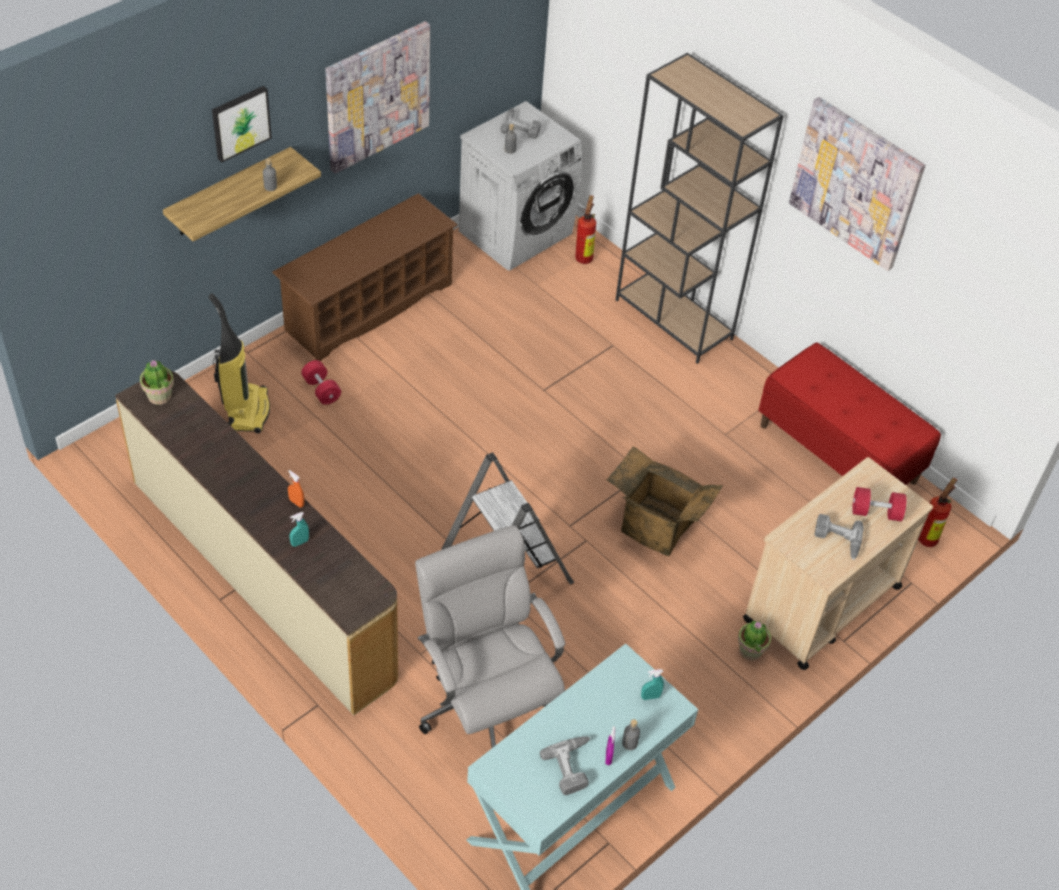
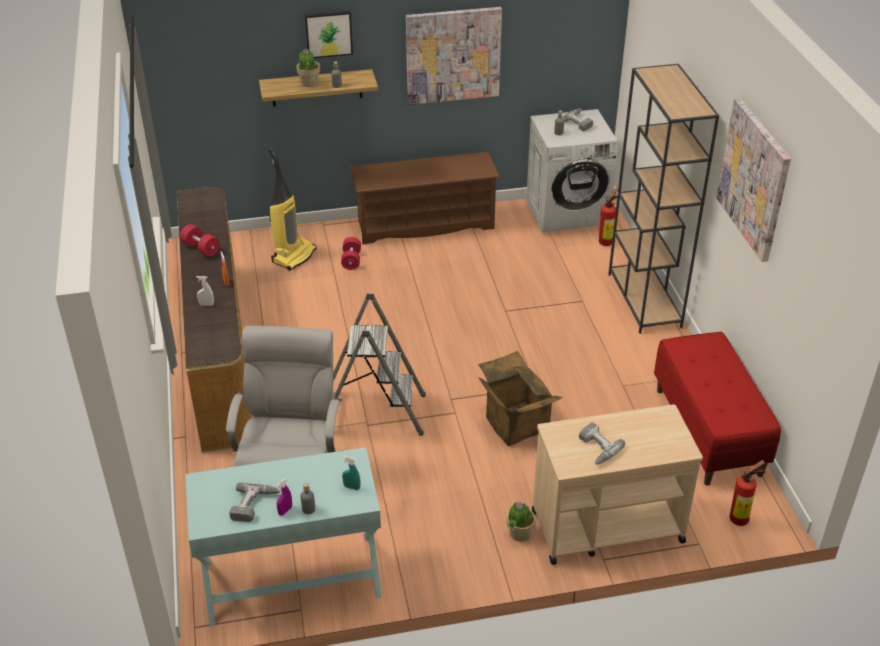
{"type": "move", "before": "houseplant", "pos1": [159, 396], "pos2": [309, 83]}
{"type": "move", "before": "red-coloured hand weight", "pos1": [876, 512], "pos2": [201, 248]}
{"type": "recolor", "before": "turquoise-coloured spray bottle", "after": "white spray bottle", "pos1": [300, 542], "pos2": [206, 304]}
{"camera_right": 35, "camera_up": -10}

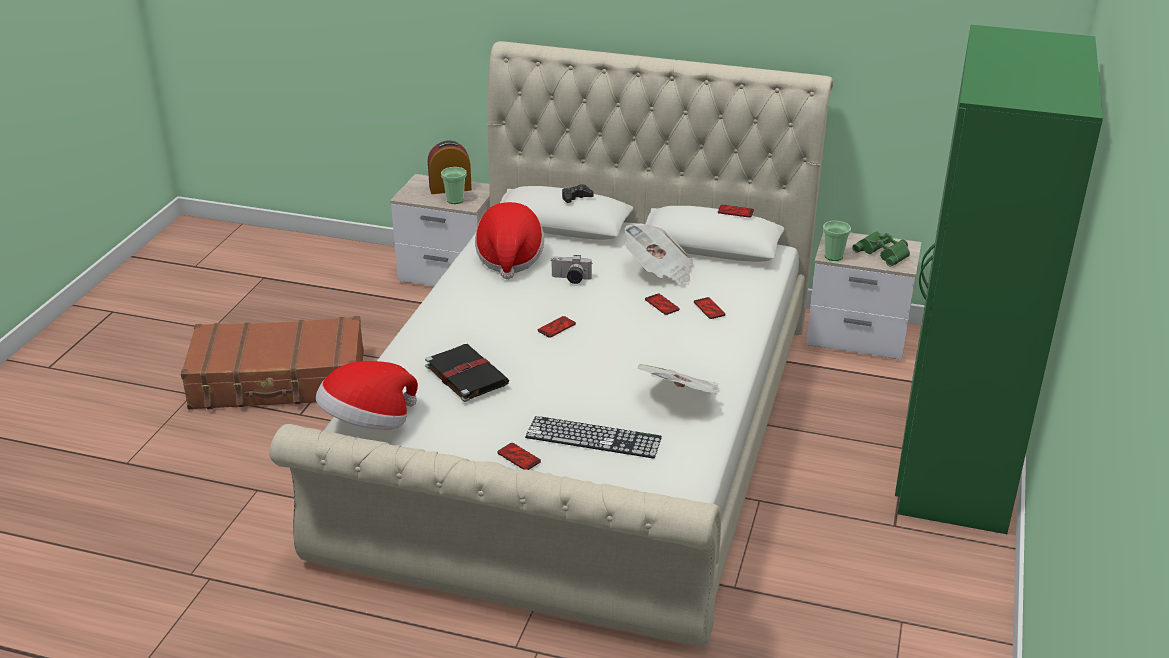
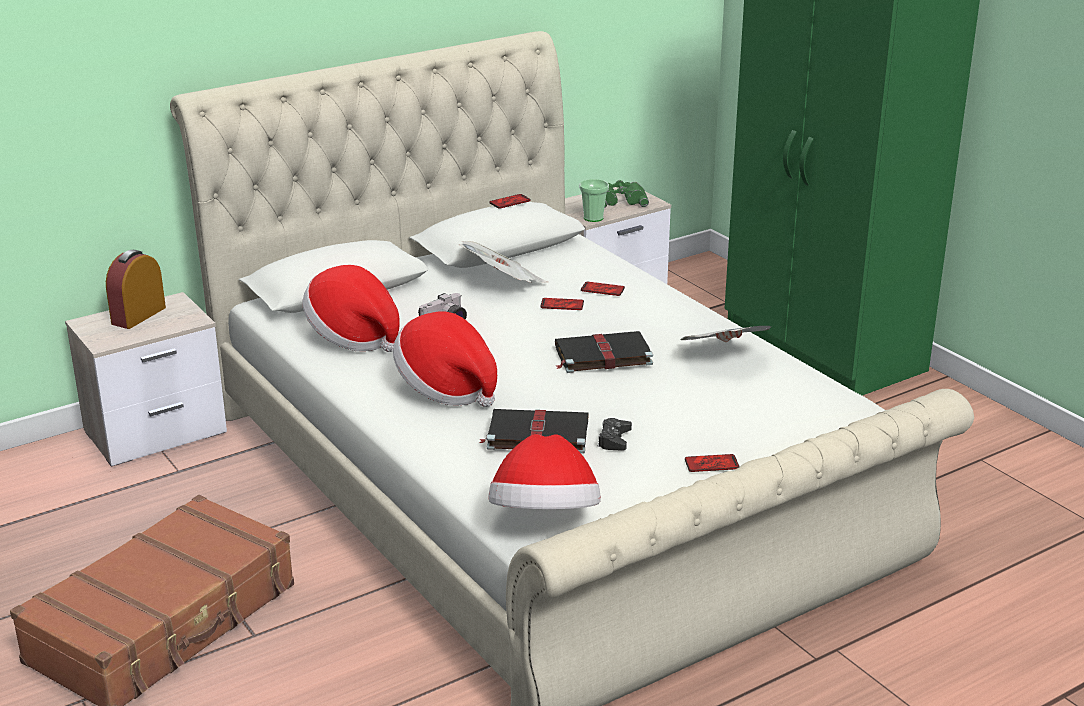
{"type": "delete", "before": "small cup", "pos1": [455, 200]}
{"type": "move", "before": "blackish gamepad", "pos1": [576, 197], "pos2": [614, 440]}
{"type": "delete", "before": "handset", "pos1": [556, 327]}
{"type": "delete", "before": "computer keyboard", "pos1": [593, 437]}
{"type": "insert", "after": "hat", "pos2": [446, 388]}
{"type": "insert", "after": "blackish volume", "pos2": [601, 355]}
{"camera_right": -50, "camera_up": -5}

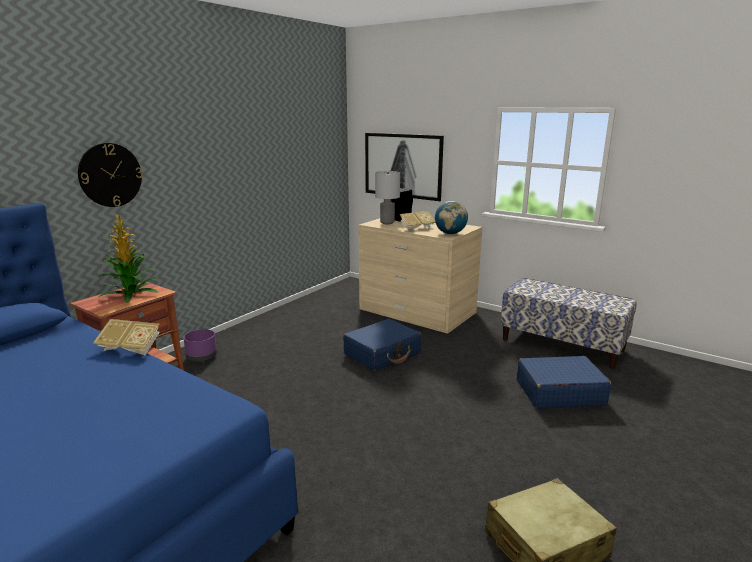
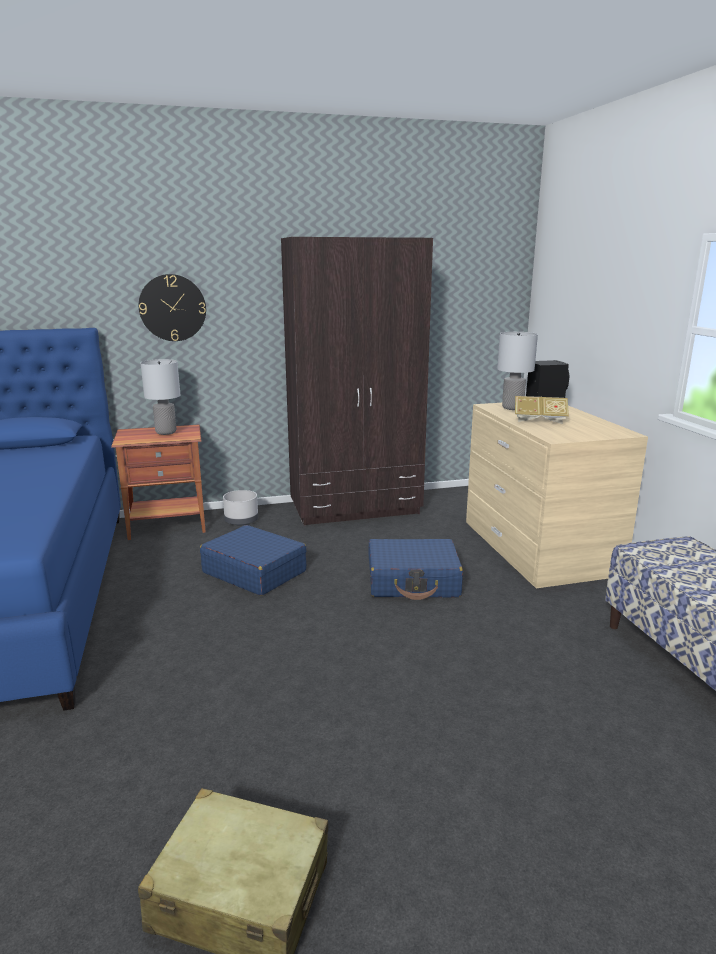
{"type": "delete", "before": "wall art", "pos1": [402, 165]}
{"type": "delete", "before": "world globe", "pos1": [450, 233]}
{"type": "replace", "before": "houseplant", "after": "grey tabletop lamp", "pos1": [132, 294], "pos2": [166, 433]}
{"type": "delete", "before": "volume", "pos1": [130, 348]}
{"type": "recolor", "before": "purple flower pot", "after": "grey flower pot", "pos1": [202, 356], "pos2": [242, 521]}
{"type": "move", "before": "blue-coloured piece of luggage", "pos1": [559, 392], "pos2": [254, 572]}
{"type": "insert", "after": "brownish clothes cupboard", "pos2": [356, 509]}
{"camera_right": 40, "camera_up": 0}

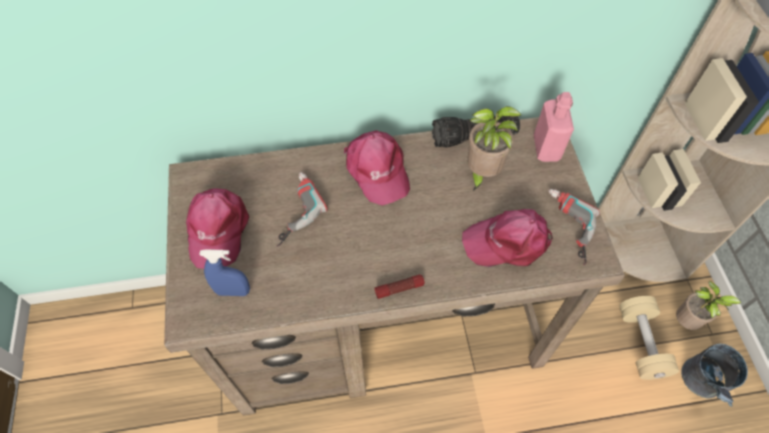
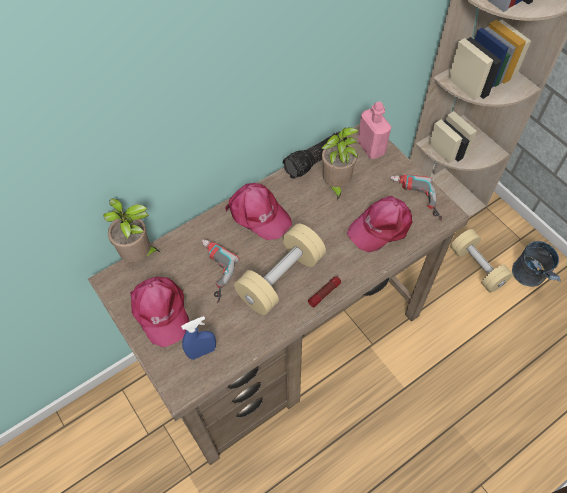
{"type": "move", "before": "houseplant", "pos1": [686, 322], "pos2": [140, 255]}
{"type": "insert", "after": "sand-coloured hand weight", "pos2": [281, 278]}
{"camera_right": -25, "camera_up": 0}

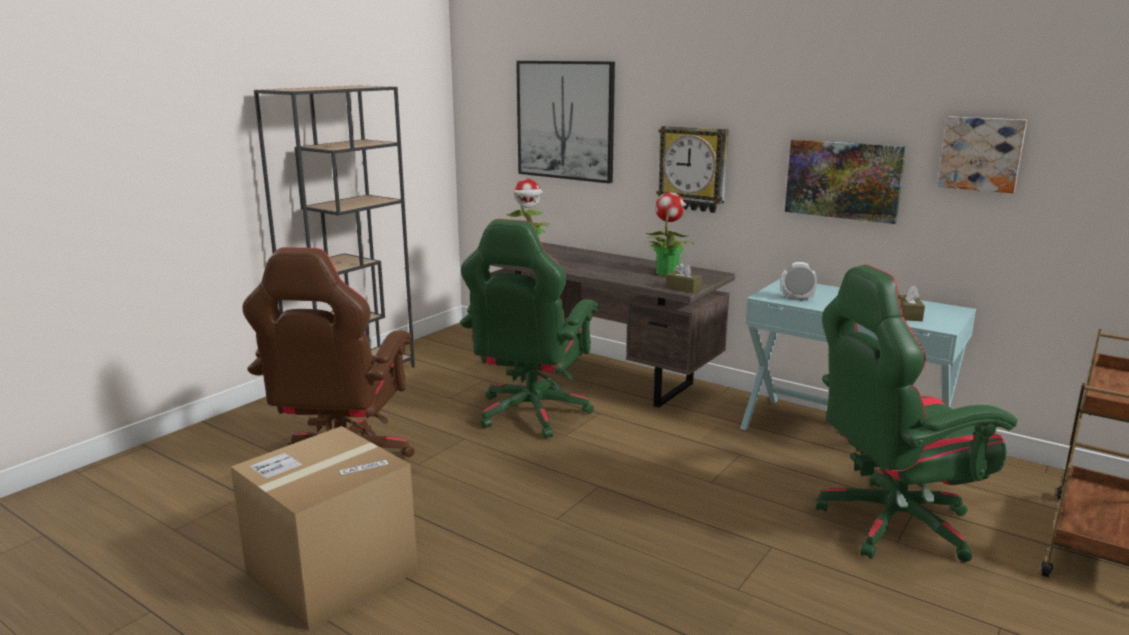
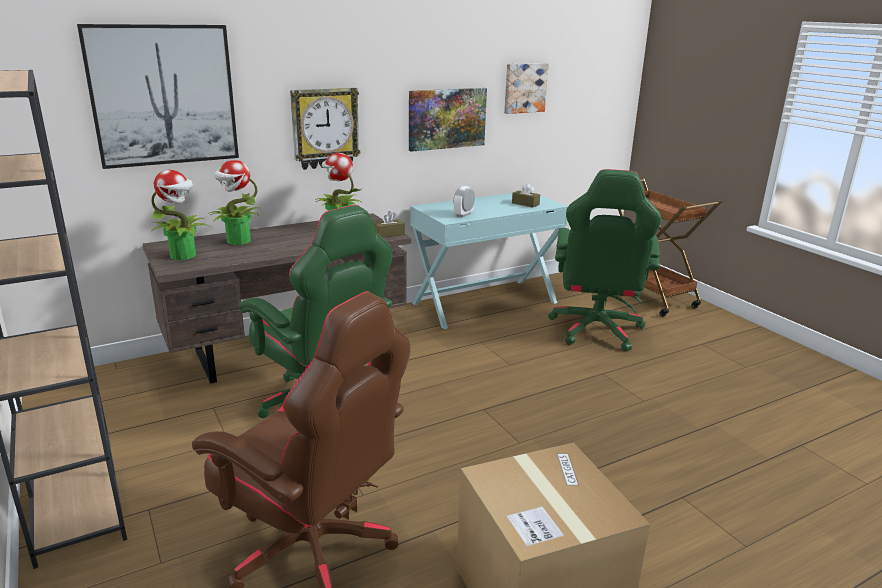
{"type": "insert", "after": "houseplant", "pos2": [238, 241]}
{"camera_right": -65, "camera_up": 5}

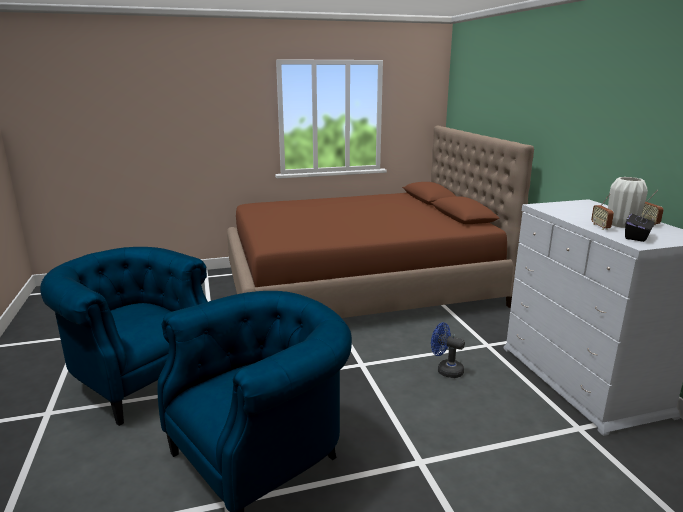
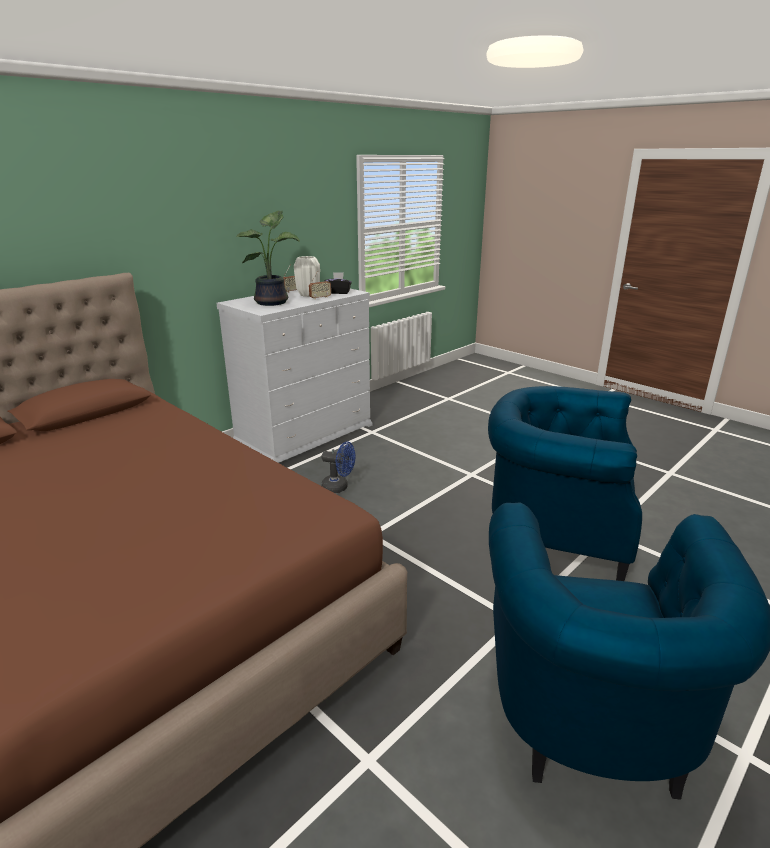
{"type": "rotate", "before": "blue-coloured cooling fan", "pos1": [445, 370], "pos2": [339, 487], "turn": -75}
{"type": "insert", "after": "houseplant", "pos2": [273, 302]}
{"camera_right": -120, "camera_up": 5}

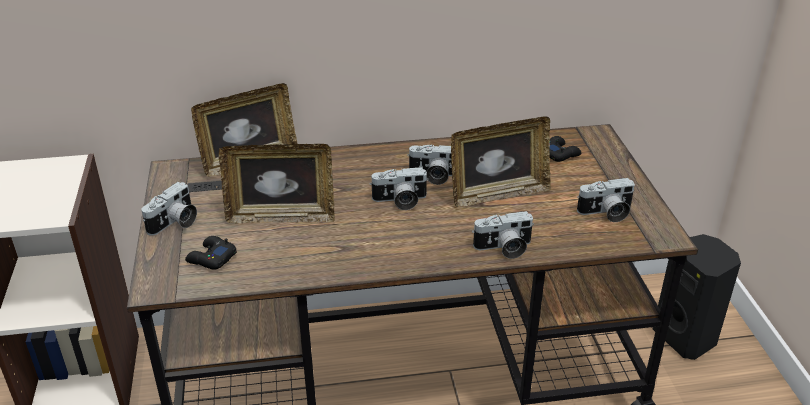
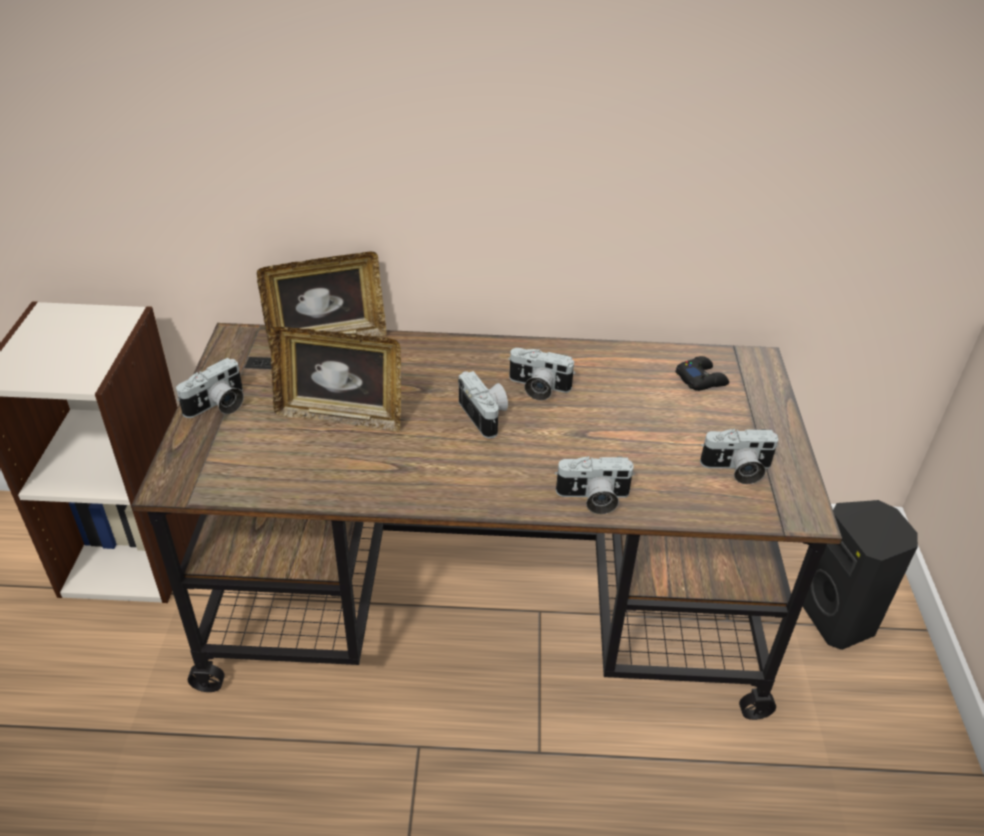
{"type": "delete", "before": "picture frame", "pos1": [498, 194]}
{"type": "rotate", "before": "photo camera", "pos1": [400, 201], "pos2": [486, 416], "turn": -120}
{"type": "delete", "before": "blackish gamepad", "pos1": [211, 258]}
{"camera_right": 10, "camera_up": 5}

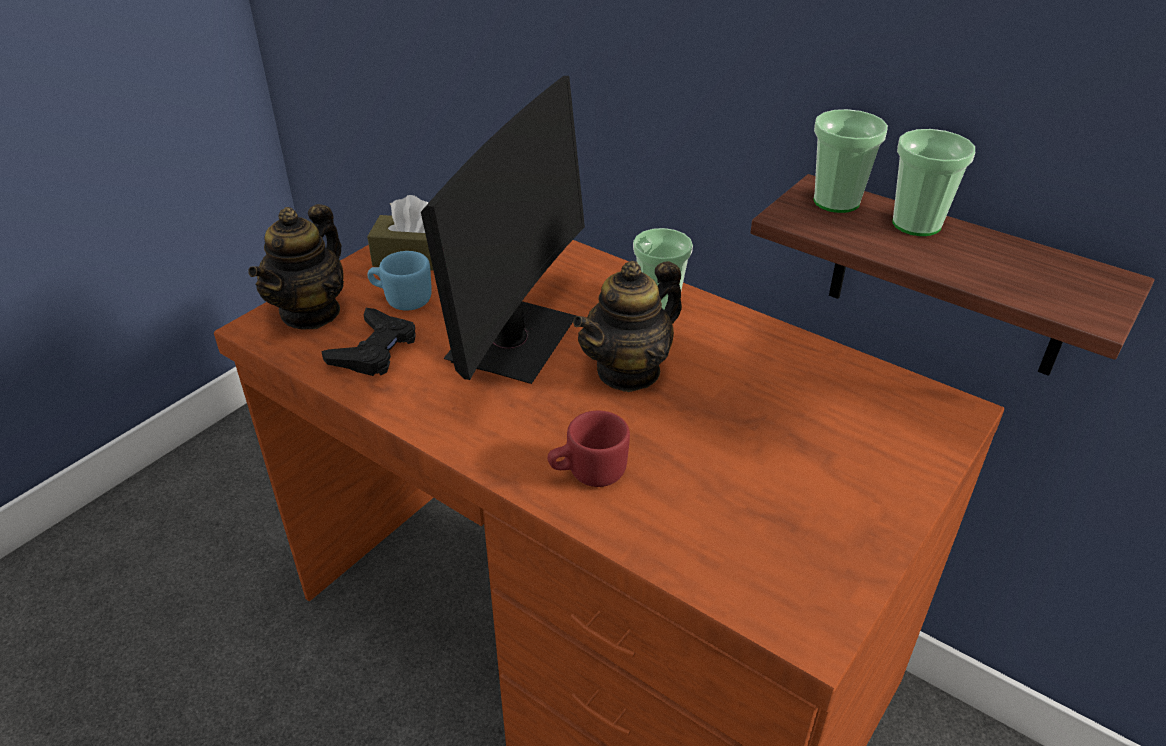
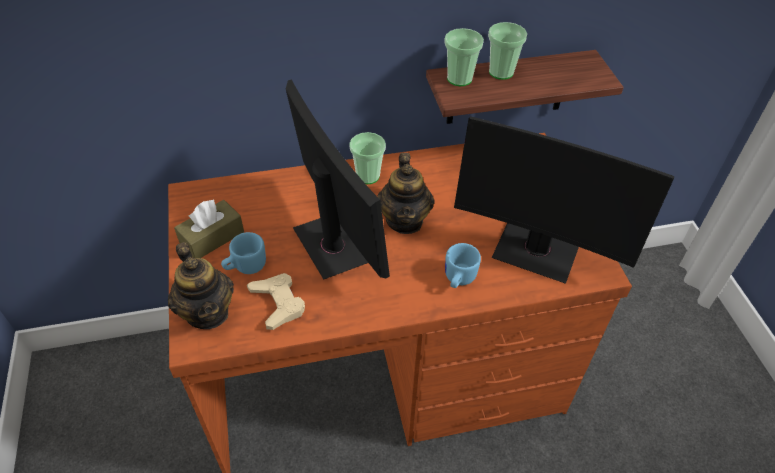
{"type": "recolor", "before": "blackish gamepad", "after": "sand-coloured gamepad", "pos1": [374, 350], "pos2": [278, 303]}
{"type": "recolor", "before": "red-coloured mug", "after": "blue-coloured mug", "pos1": [587, 473], "pos2": [458, 279]}
{"type": "insert", "after": "computer screen", "pos2": [536, 251]}
{"camera_right": -50, "camera_up": 10}

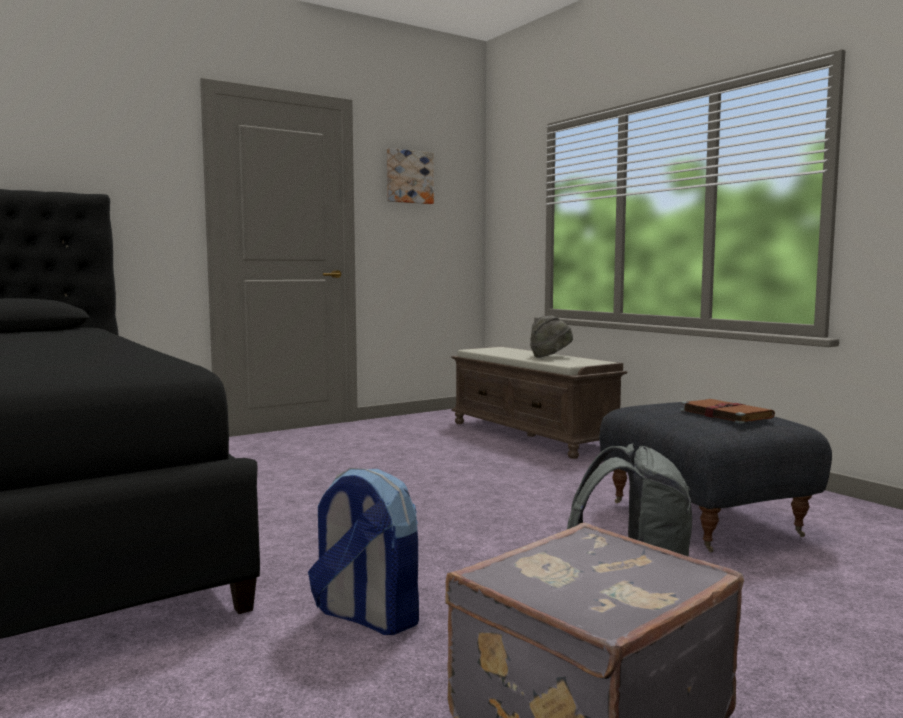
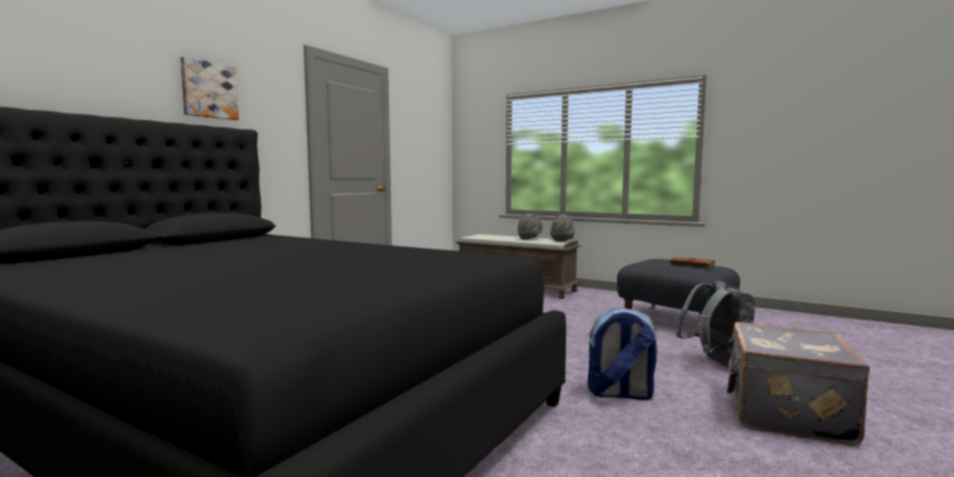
{"type": "move", "before": "wall art", "pos1": [409, 177], "pos2": [209, 90]}
{"type": "insert", "after": "grey hat", "pos2": [562, 240]}
{"camera_right": -25, "camera_up": 0}

